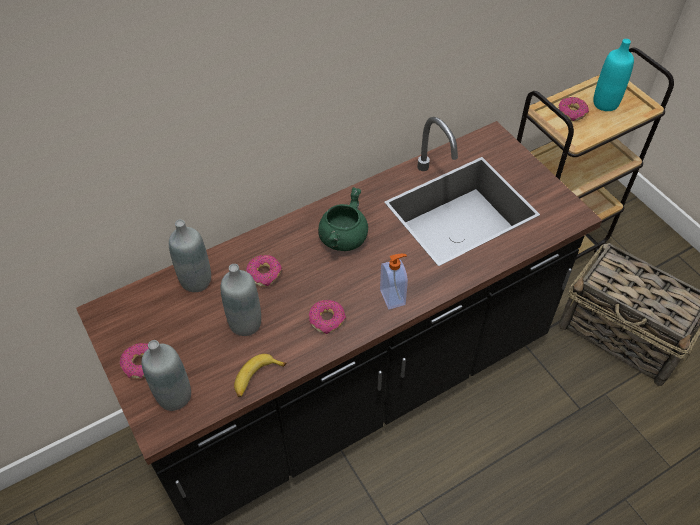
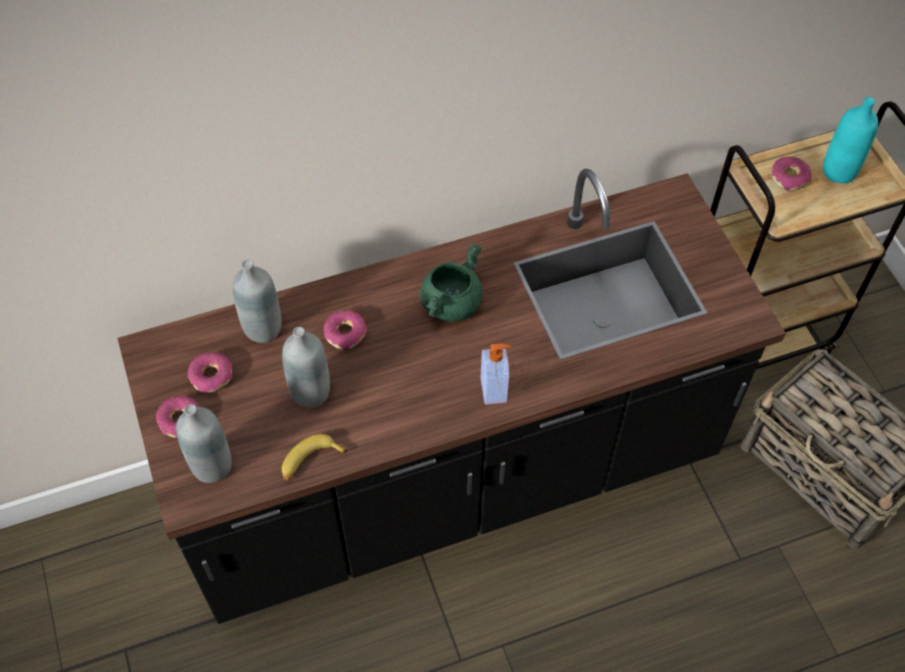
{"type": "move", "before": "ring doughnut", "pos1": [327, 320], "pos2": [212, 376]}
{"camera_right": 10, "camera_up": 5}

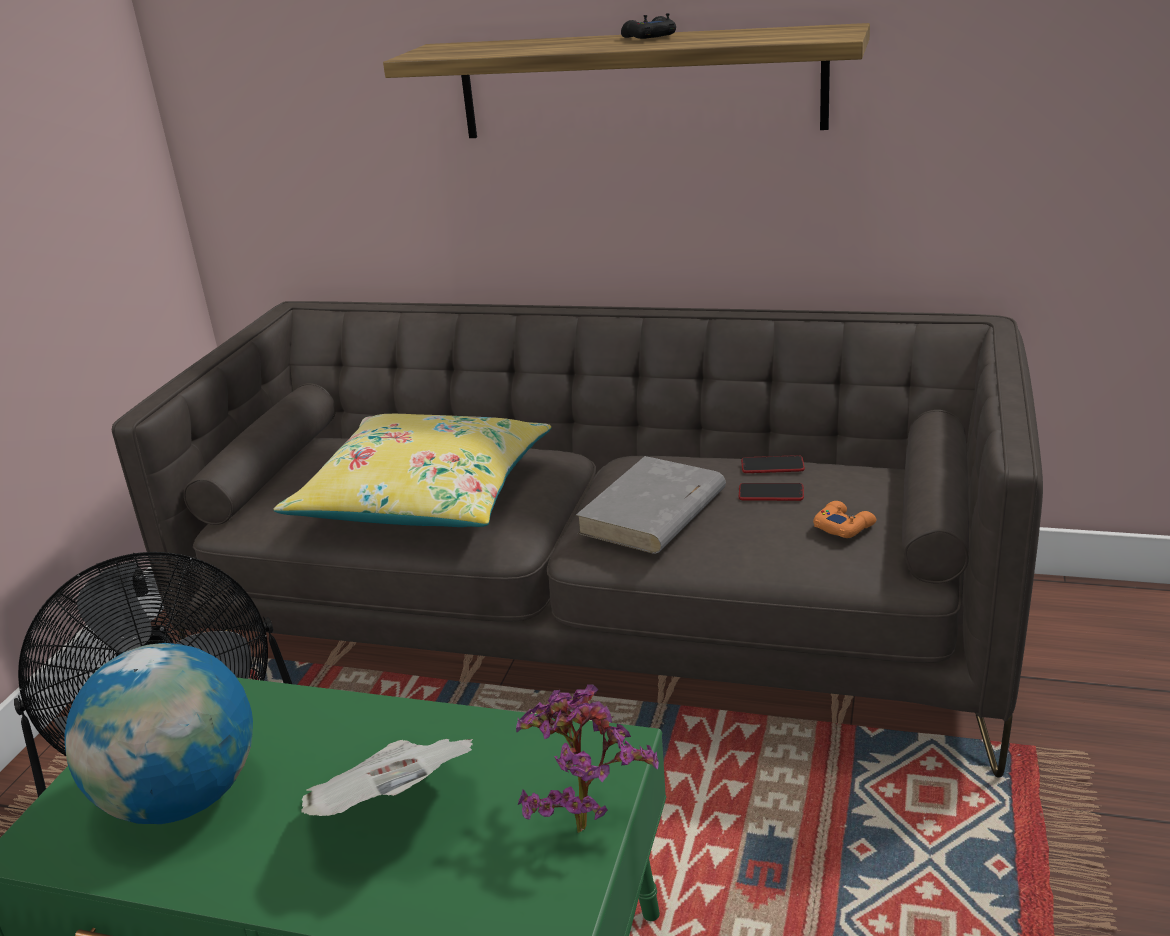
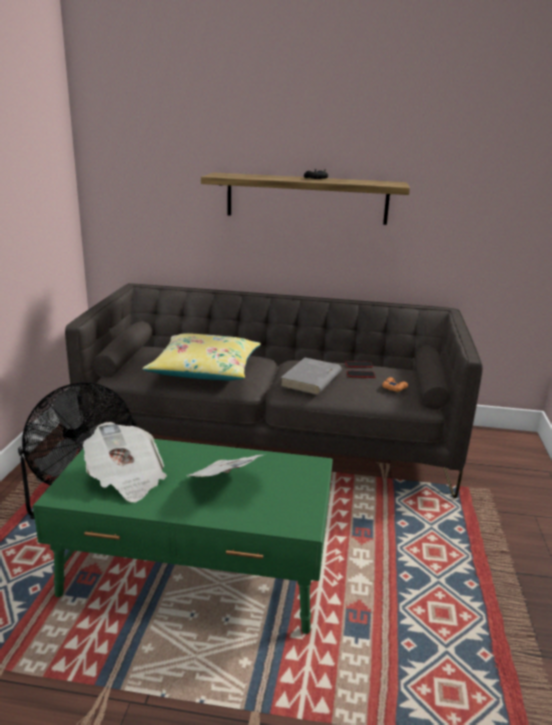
{"type": "replace", "before": "world globe", "after": "printed paper", "pos1": [182, 798], "pos2": [126, 479]}
{"type": "delete", "before": "houseplant", "pos1": [583, 820]}
{"camera_right": -10, "camera_up": -5}

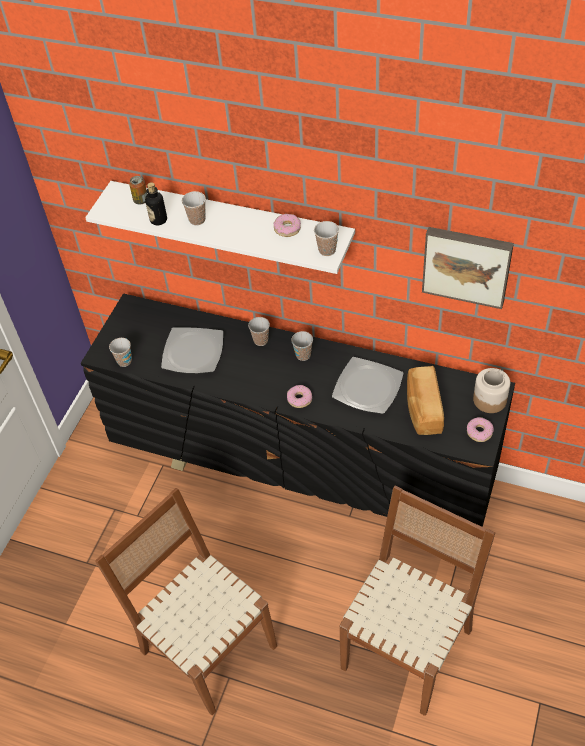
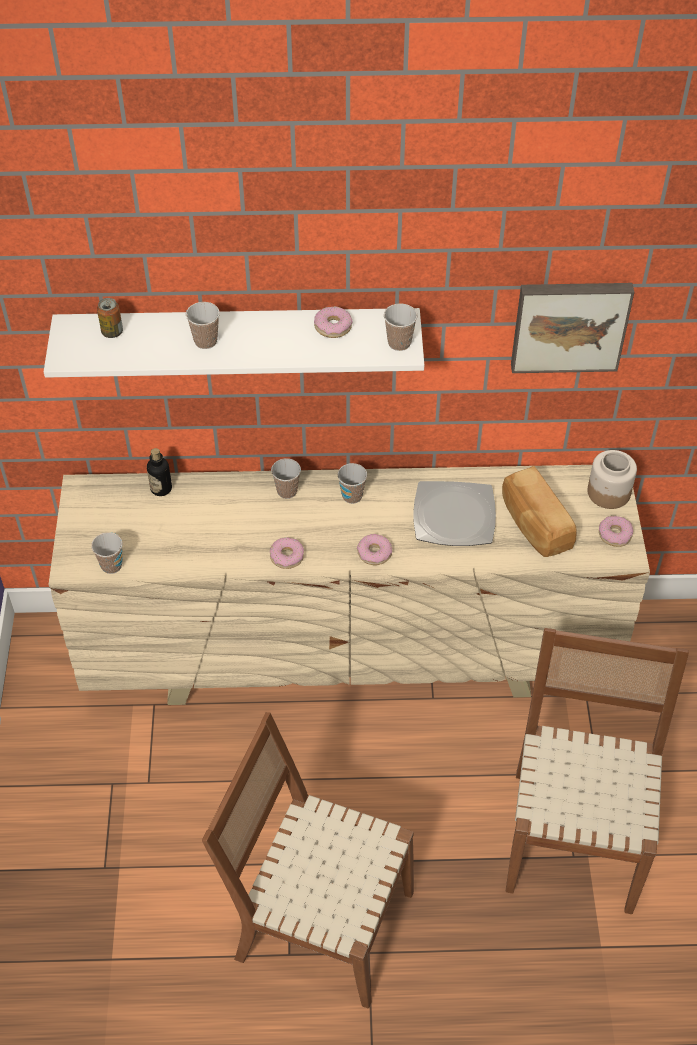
{"type": "move", "before": "drink bottle", "pos1": [158, 220], "pos2": [161, 488]}
{"type": "recolor", "before": "blackish cabinet", "after": "sand-coloured cabinet", "pos1": [303, 473], "pos2": [350, 661]}
{"type": "delete", "before": "flat dish", "pos1": [194, 352]}
{"type": "insert", "after": "ring doughnut", "pos2": [286, 556]}
{"camera_right": -25, "camera_up": 0}

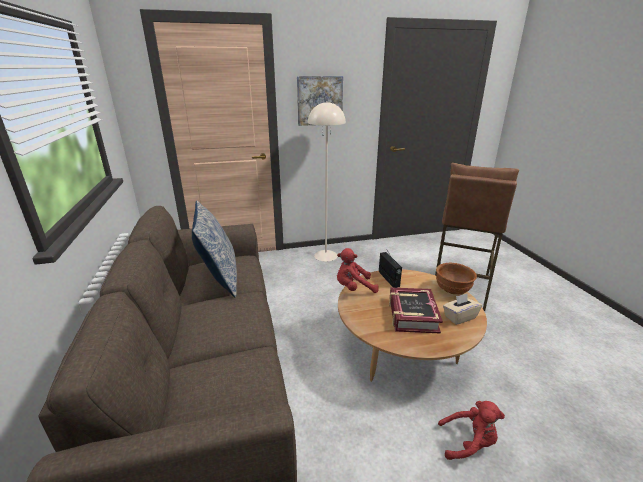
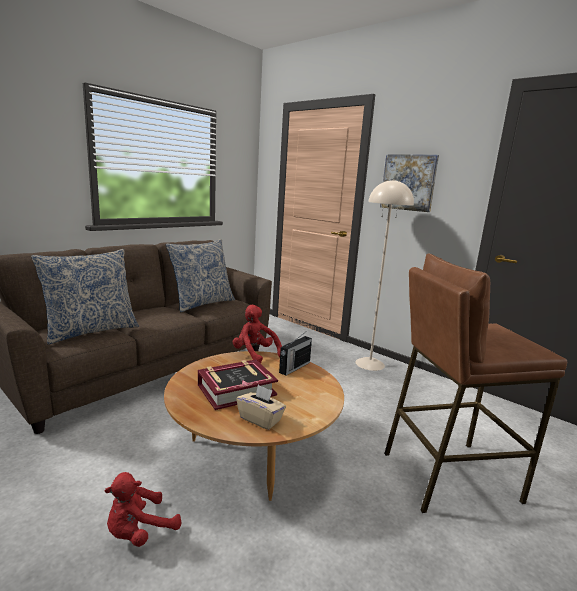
{"type": "delete", "before": "brownish bowl", "pos1": [452, 291]}
{"type": "rotate", "before": "red-coloured soft toy", "pos1": [468, 443], "pos2": [139, 532], "turn": 75}
{"type": "insert", "after": "pillow", "pos2": [91, 331]}
{"camera_right": 55, "camera_up": -10}

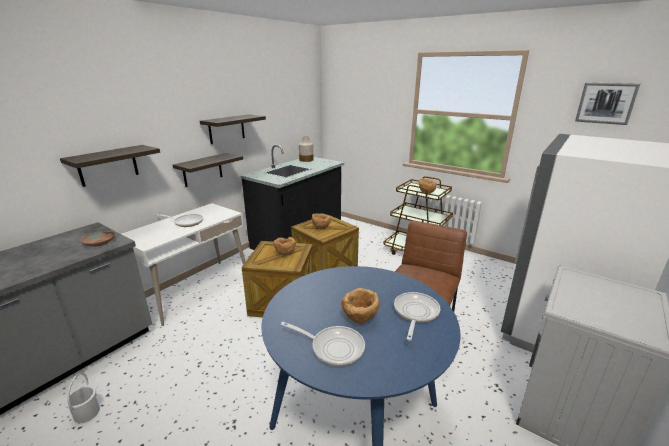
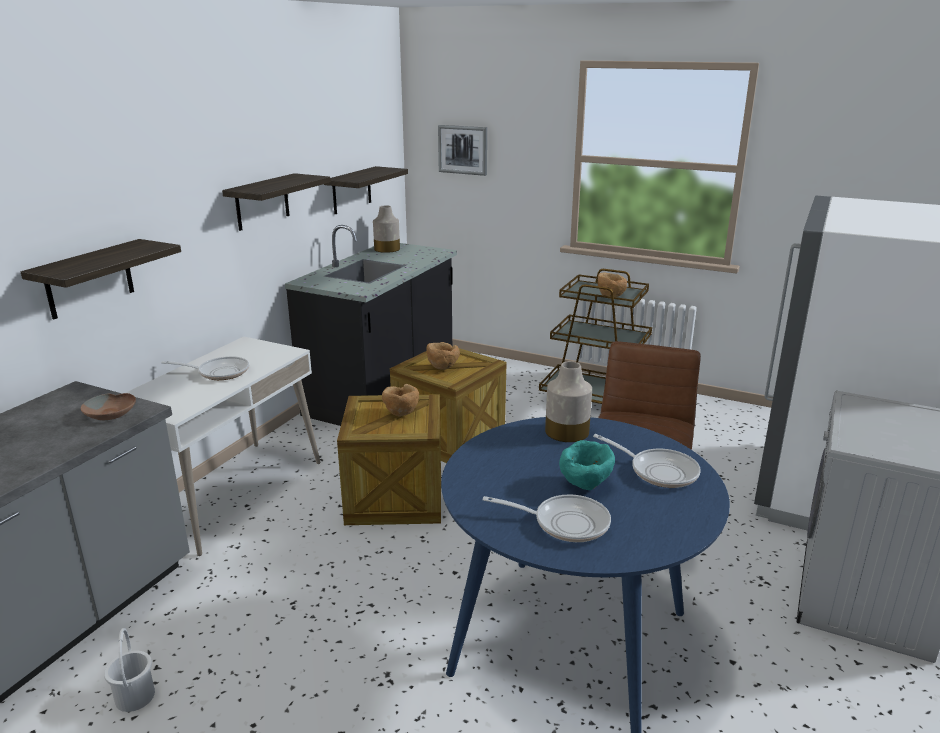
{"type": "move", "before": "wall art", "pos1": [605, 103], "pos2": [463, 149]}
{"type": "move", "before": "wall shelf", "pos1": [202, 170], "pos2": [351, 190]}
{"type": "recolor", "before": "brownish bowl", "after": "turquoise-coloured bowl", "pos1": [360, 319], "pos2": [585, 485]}
{"type": "rotate", "before": "frying pan", "pos1": [415, 313], "pos2": [658, 471], "turn": 120}
{"type": "insert", "after": "sand-coloured decorative vase", "pos2": [567, 431]}
{"camera_right": -10, "camera_up": 0}

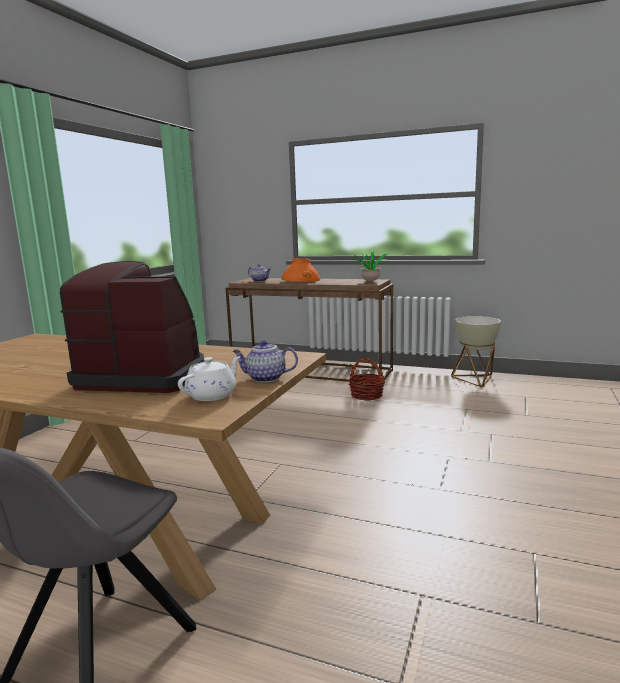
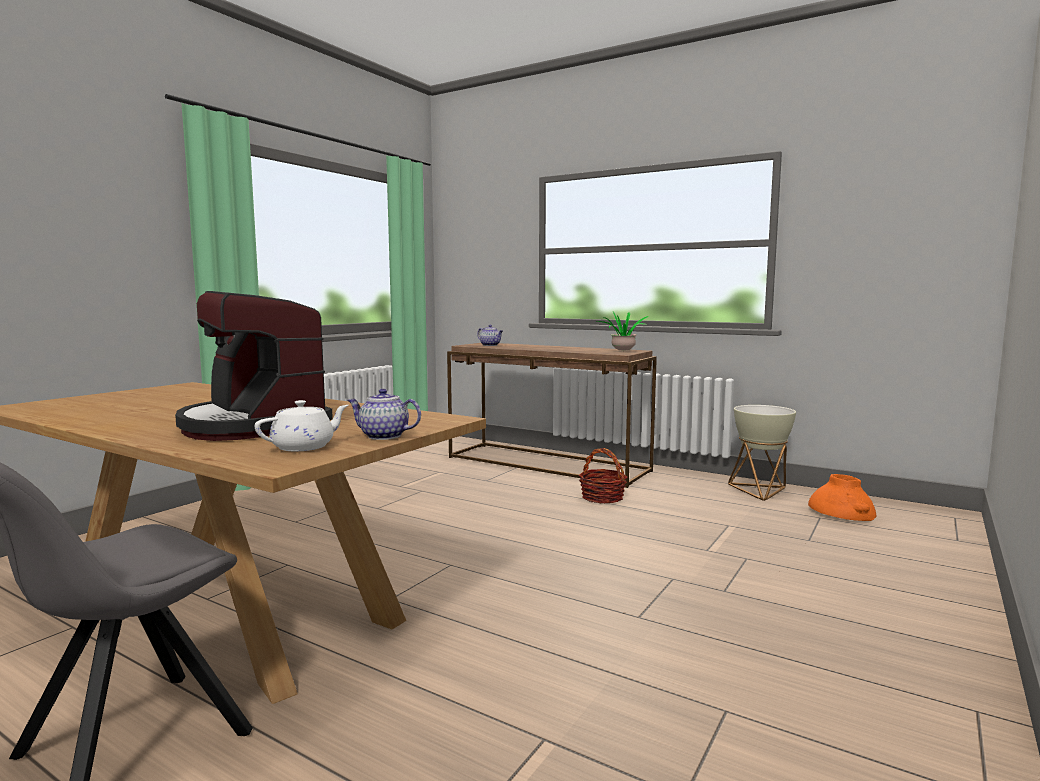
{"type": "move", "before": "orangey decorative vase", "pos1": [301, 281], "pos2": [841, 511]}
{"type": "rotate", "before": "coffee maker", "pos1": [144, 376], "pos2": [254, 425], "turn": -150}
{"camera_right": 10, "camera_up": -5}

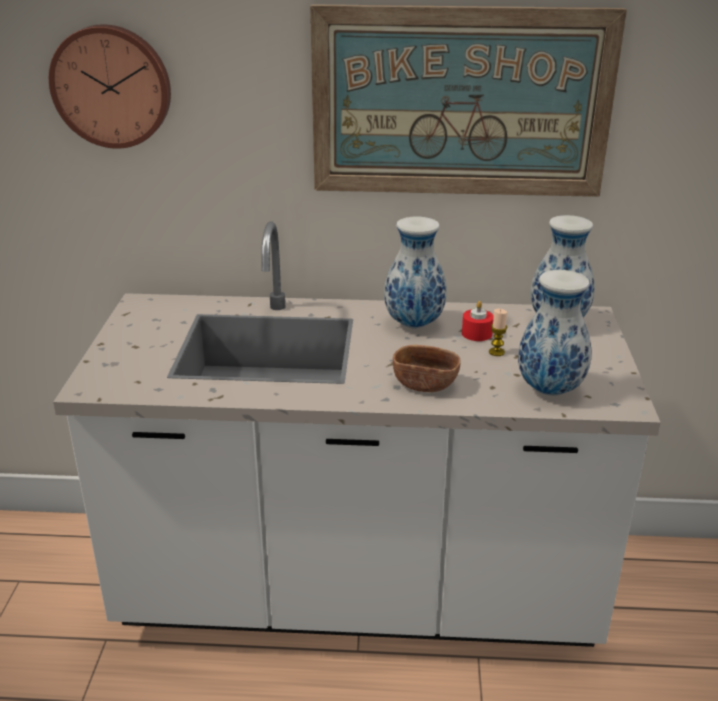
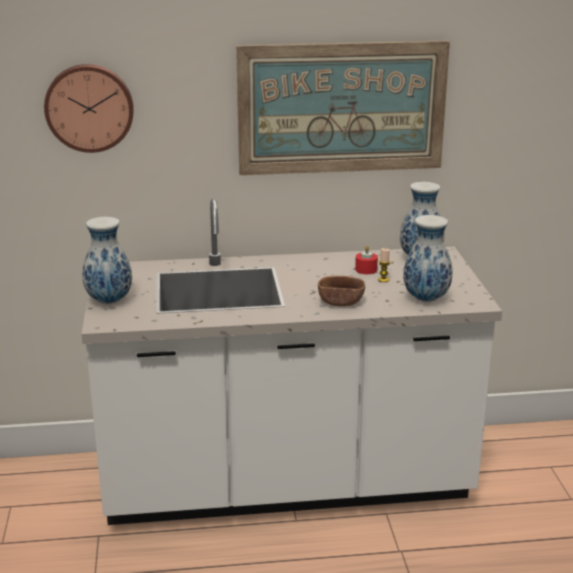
{"type": "move", "before": "decorative vase", "pos1": [413, 324], "pos2": [109, 301]}
{"camera_right": -10, "camera_up": -5}

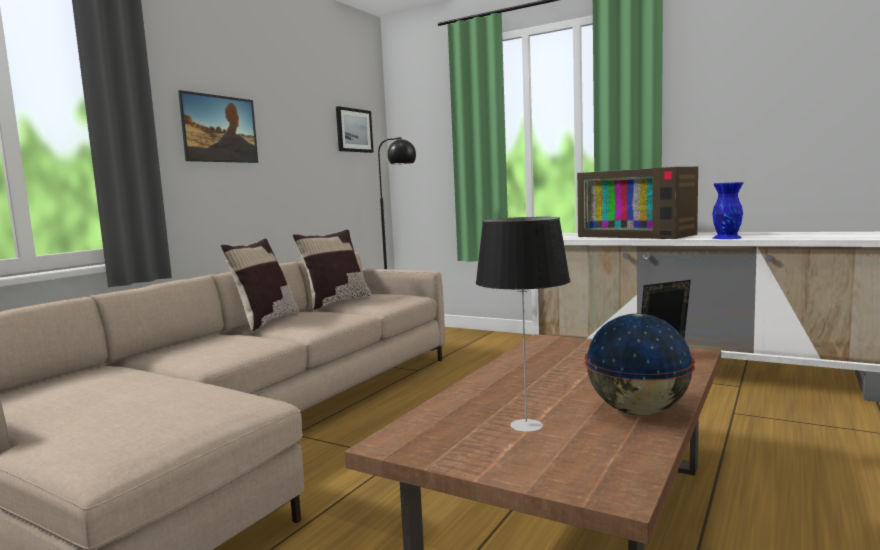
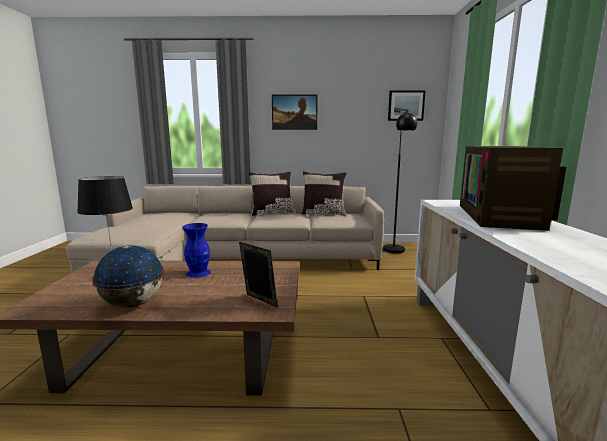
{"type": "move", "before": "blue-coloured decorative vase", "pos1": [727, 237], "pos2": [199, 273]}
{"camera_right": 60, "camera_up": 5}

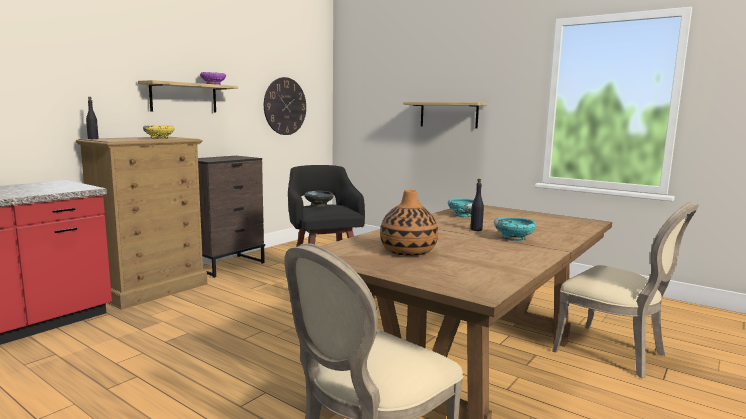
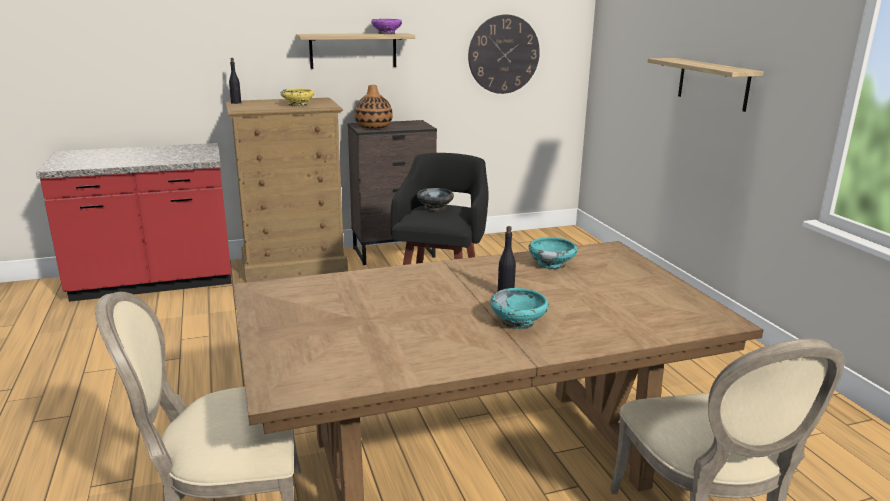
{"type": "move", "before": "decorative vase", "pos1": [408, 251], "pos2": [373, 127]}
{"camera_right": 35, "camera_up": 10}

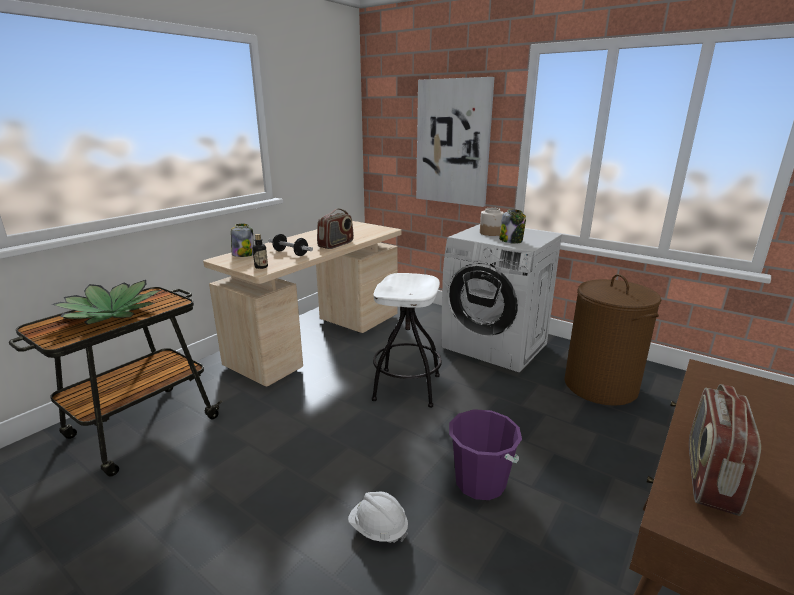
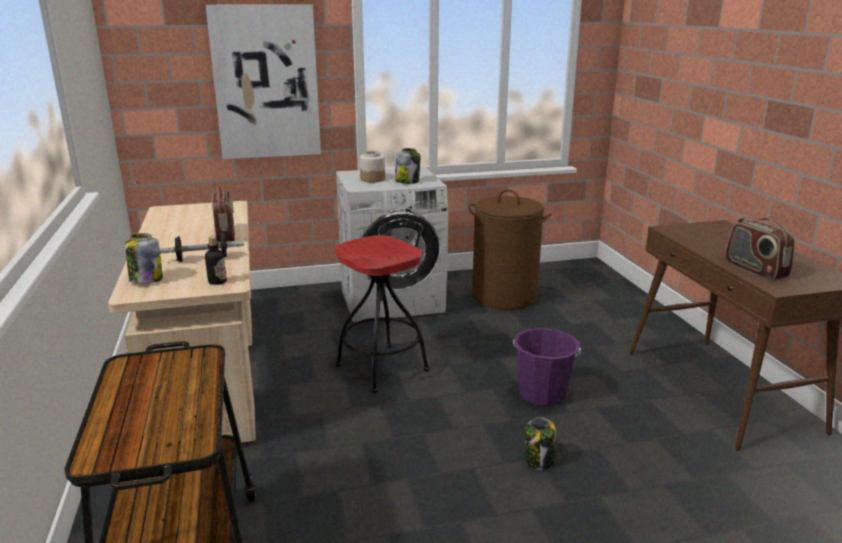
{"type": "recolor", "before": "white stool", "after": "red-coloured stool", "pos1": [406, 387], "pos2": [382, 368]}
{"type": "delete", "before": "houseplant", "pos1": [112, 313]}
{"type": "replace", "before": "white work helmet", "after": "preserve jar", "pos1": [378, 529], "pos2": [540, 460]}
{"camera_right": -50, "camera_up": 0}

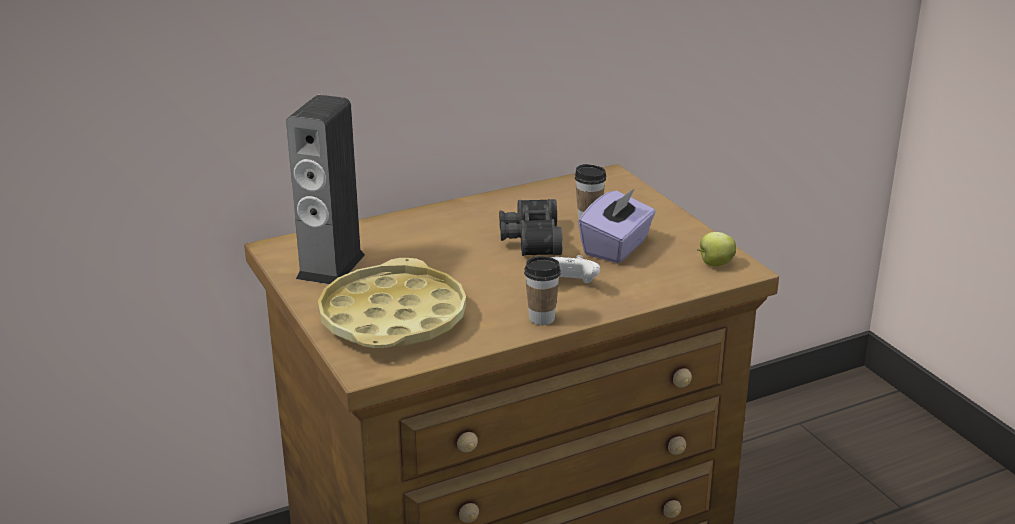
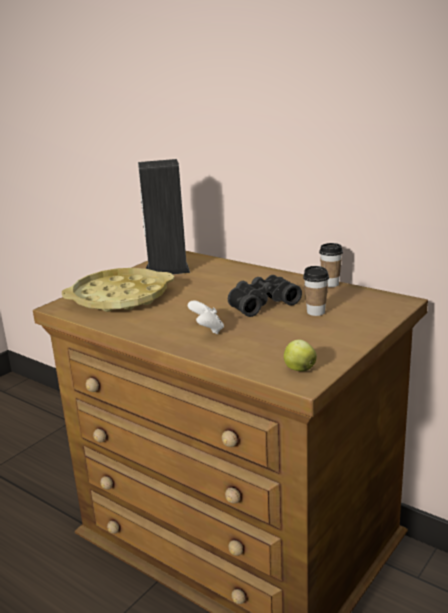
{"type": "delete", "before": "purple box of tissues", "pos1": [616, 247]}
{"type": "move", "before": "small cup", "pos1": [541, 318], "pos2": [330, 284]}
{"camera_right": 65, "camera_up": -5}

